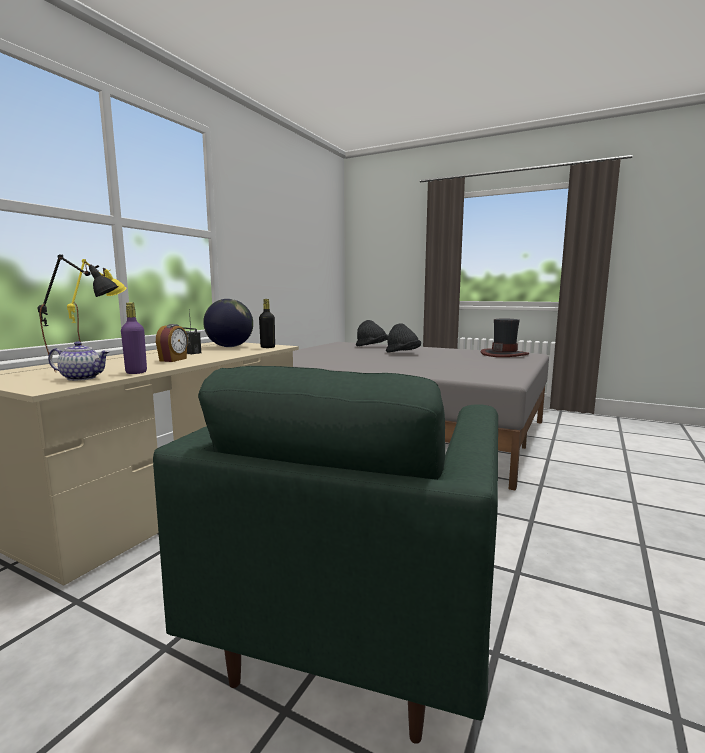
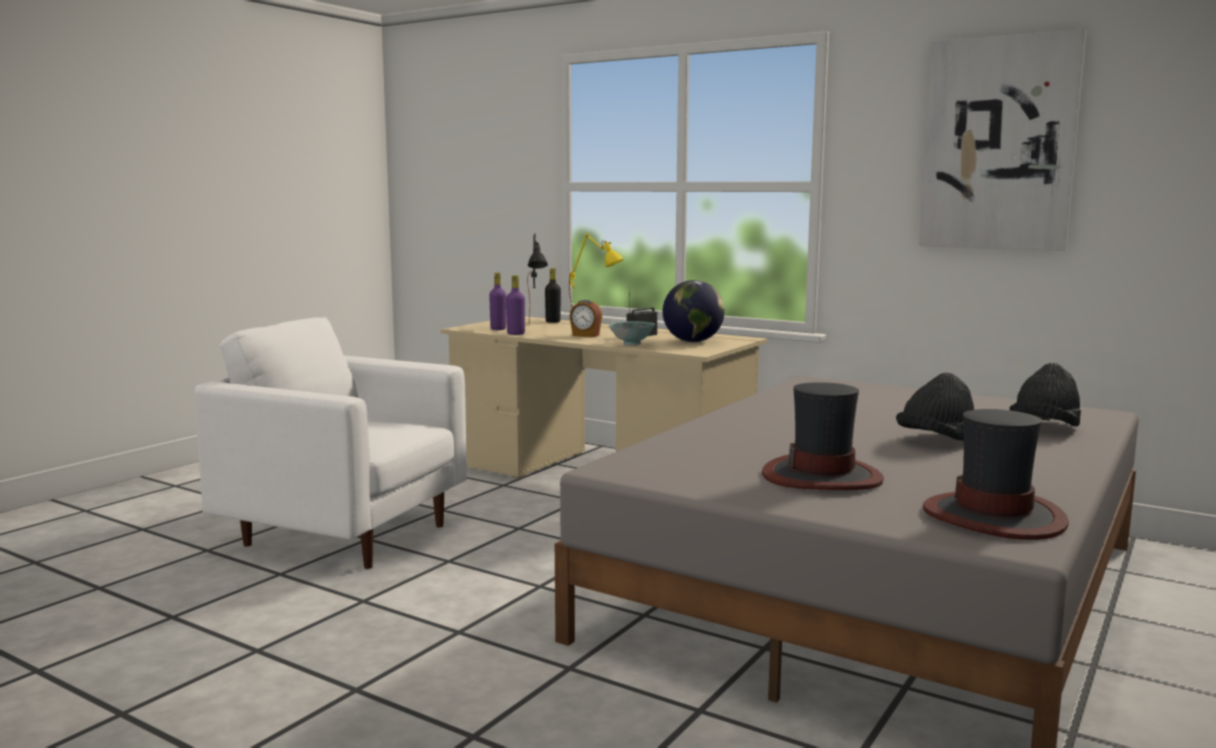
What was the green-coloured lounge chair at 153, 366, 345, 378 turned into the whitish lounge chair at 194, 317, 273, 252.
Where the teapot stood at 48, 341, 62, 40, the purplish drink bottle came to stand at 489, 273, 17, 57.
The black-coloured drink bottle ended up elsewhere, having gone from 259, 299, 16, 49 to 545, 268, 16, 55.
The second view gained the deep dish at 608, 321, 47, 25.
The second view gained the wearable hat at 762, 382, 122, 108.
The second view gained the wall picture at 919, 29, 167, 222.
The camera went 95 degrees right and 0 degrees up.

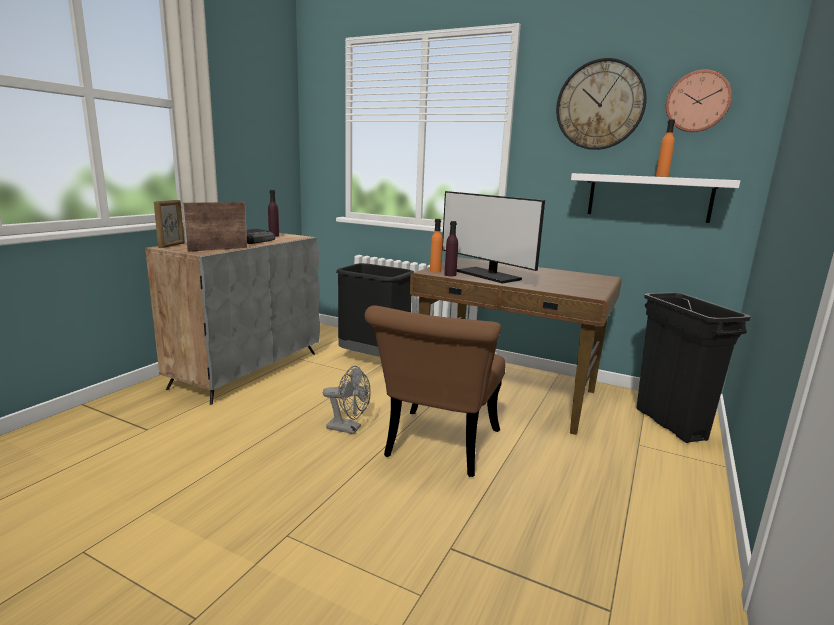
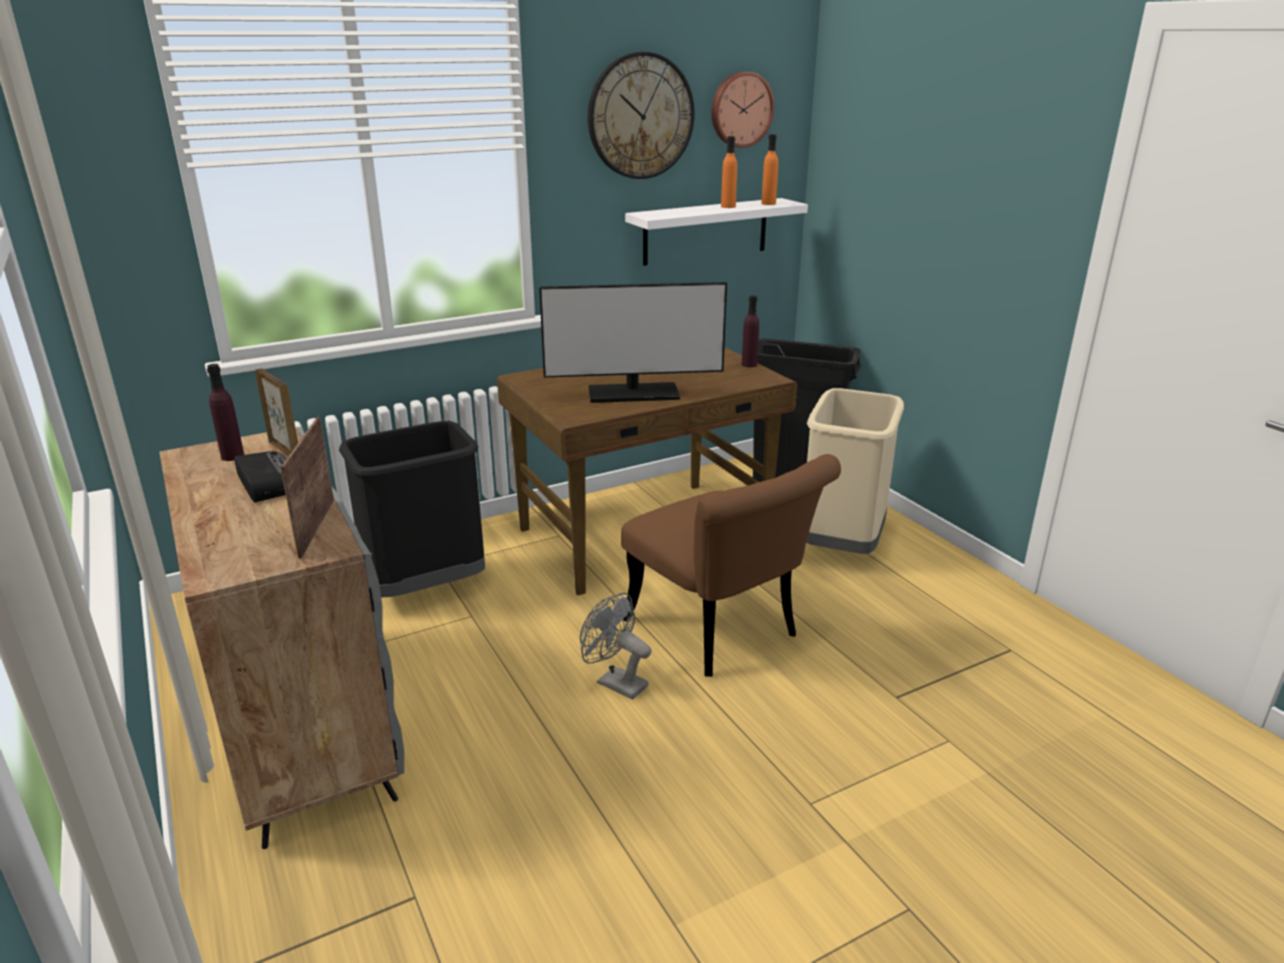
The picture frame ended up elsewhere, having gone from 154, 200, 30, 48 to 255, 368, 43, 89.
The greyish electric fan at 323, 366, 48, 68 ended up facing another way, 105 degrees counterclockwise from before.
The purplish drink bottle ended up elsewhere, having gone from 444, 221, 14, 55 to 742, 295, 17, 72.
The orange-coloured drink bottle ended up elsewhere, having gone from 430, 219, 13, 54 to 761, 134, 17, 71.
The second view gained the beige-coloured rubbish bin at 806, 388, 98, 166.
The camera went 55 degrees left and 10 degrees up.

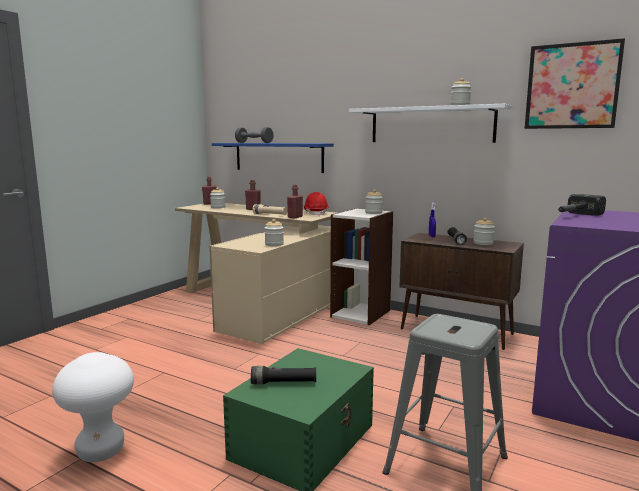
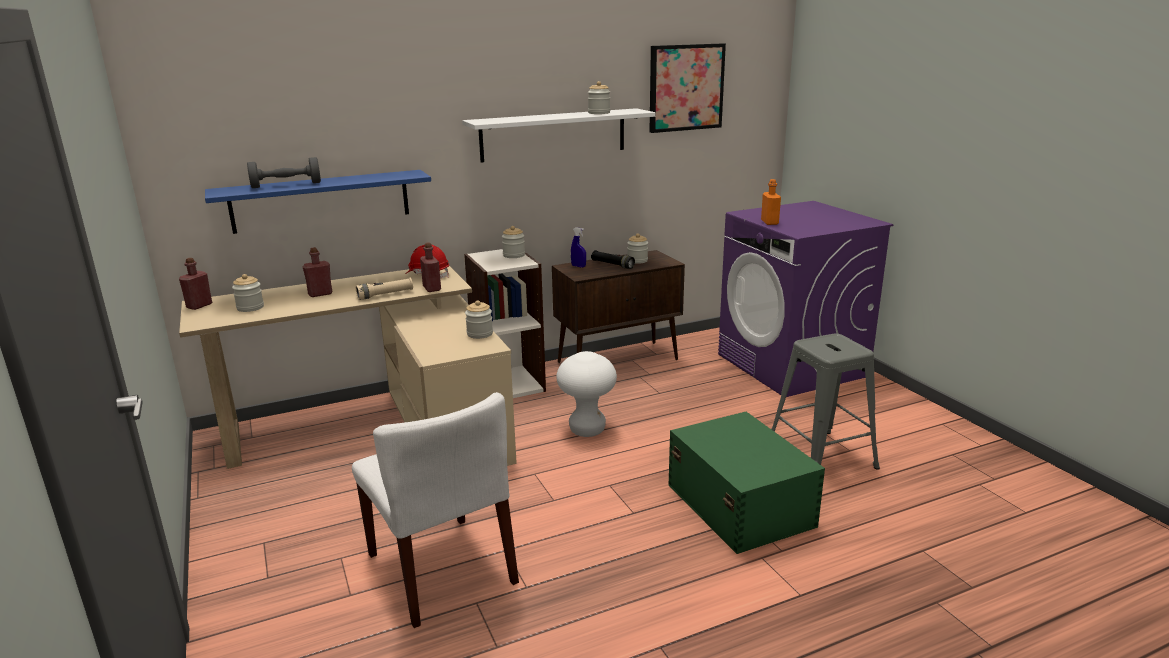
The second view gained the whitish upright chair at 352, 392, 167, 236.
The whitish sitting stool ended up elsewhere, having gone from 52, 352, 82, 110 to 556, 351, 61, 86.
Where the hand hammer stood at 557, 194, 49, 22, the orange-coloured drink bottle came to stand at 761, 179, 20, 46.
The second view lost the black-coloured torch at 251, 366, 65, 19.
The camera went 55 degrees left and 10 degrees up.

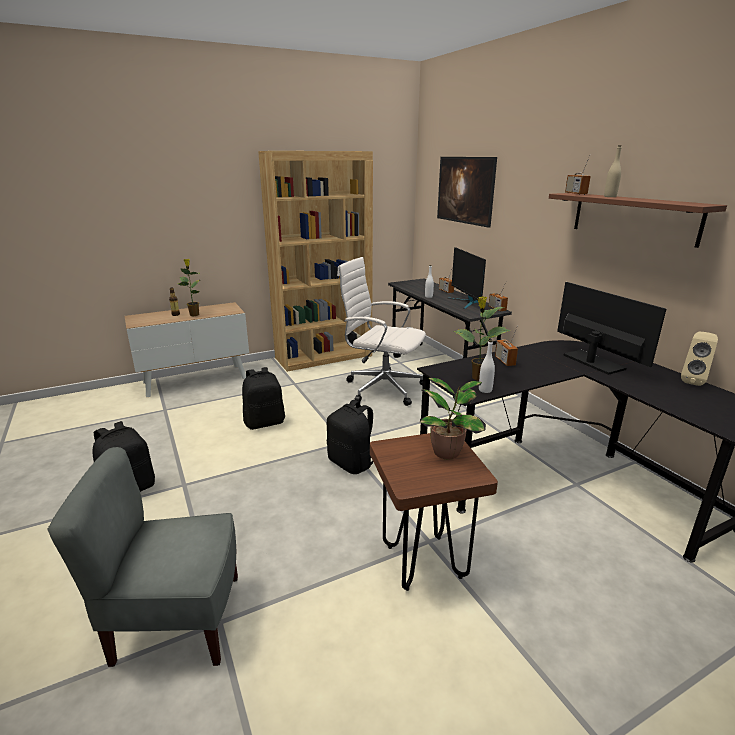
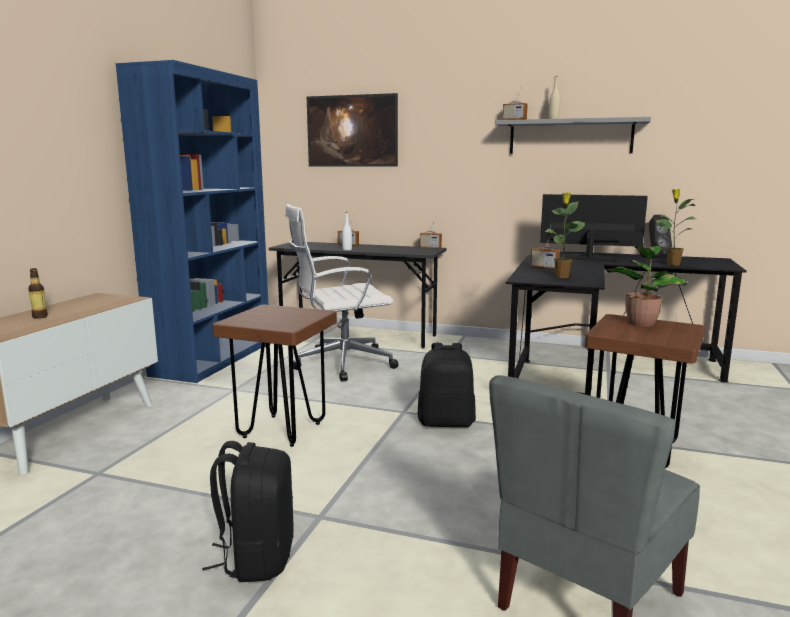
What was the brown bookcase at 258, 151, 115, 221 turned into the bluish bookcase at 115, 60, 153, 323.
Where the black-coloured knapsack stood at 242, 367, 43, 63, the brown sitting stool came to stand at 212, 305, 125, 142.
What was the brown bracket shelf at 549, 193, 178, 55 turned into the greyish bracket shelf at 495, 117, 156, 37.
What was the beige-coloured speaker at 681, 331, 37, 55 turned into the black-coloured speaker at 649, 215, 23, 41.
The houseplant ended up elsewhere, having gone from 177, 259, 23, 57 to 656, 189, 40, 77.
The second view lost the monitor at 447, 247, 39, 62.
The second view lost the whitish drink bottle at 479, 340, 16, 53.
The camera went 45 degrees left and 10 degrees down.

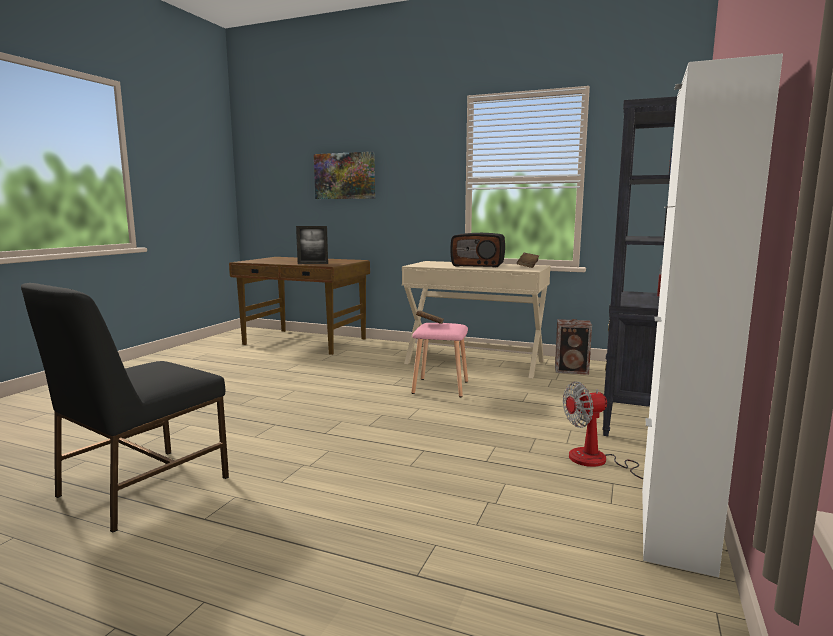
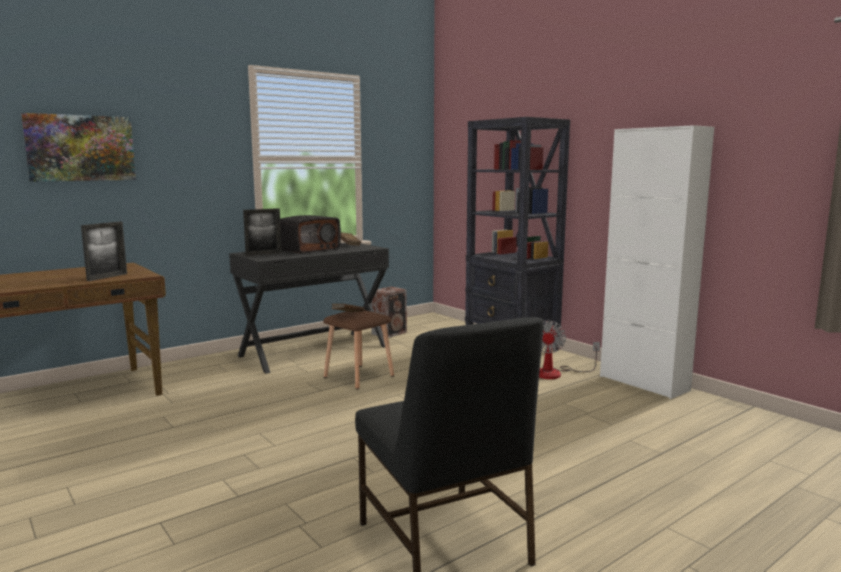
What was the beige-coloured desk at 402, 261, 149, 117 turned into the black-coloured desk at 229, 243, 160, 131.
The second view gained the picture frame at 243, 208, 39, 48.
What was the pink-coloured sitting stool at 411, 323, 57, 74 turned into the brown sitting stool at 323, 310, 71, 79.
The camera went 60 degrees left and 0 degrees up.

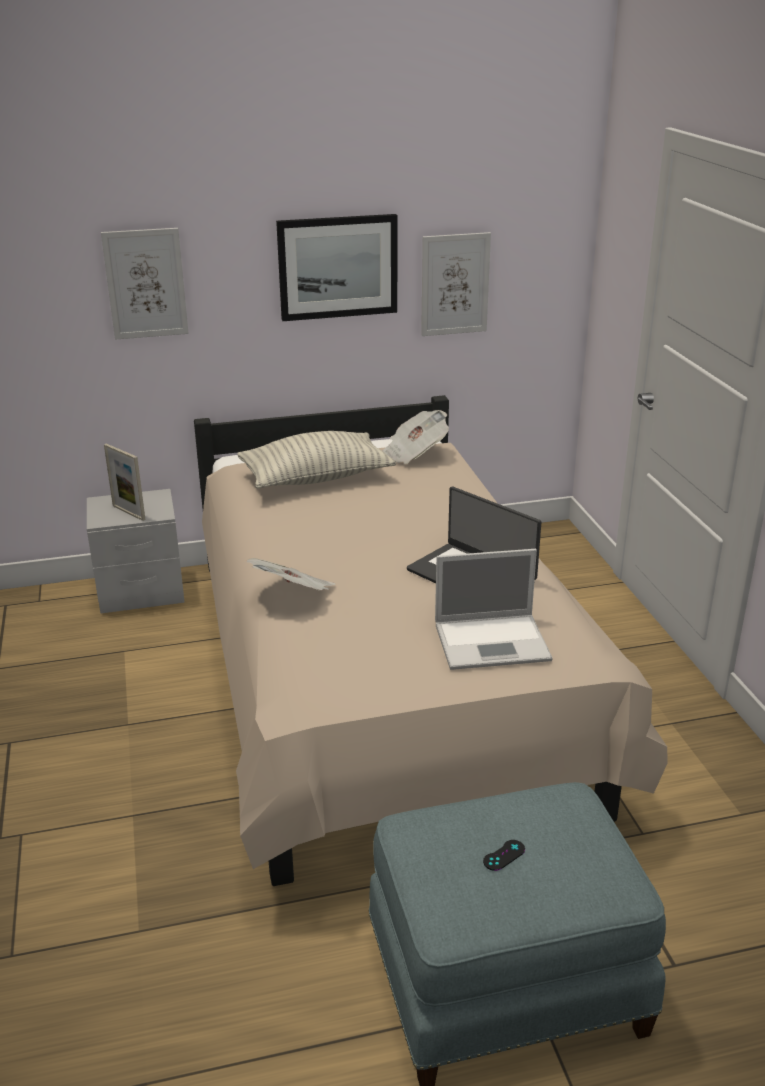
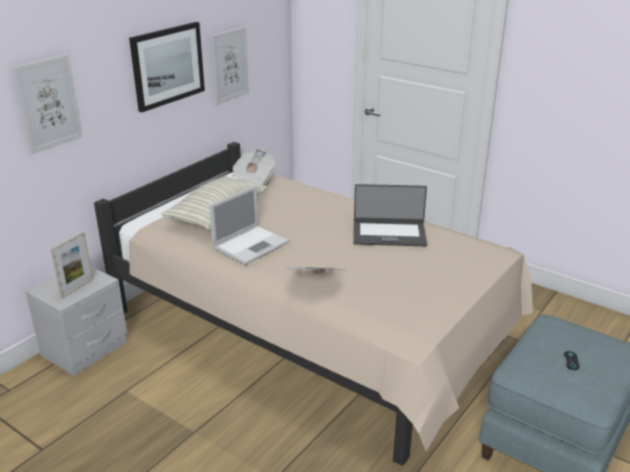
The picture frame at 104, 444, 42, 77 ended up facing another way, 60 degrees counterclockwise from before.
The laptop ended up elsewhere, having gone from 435, 549, 118, 121 to 209, 186, 80, 79.
The camera went 40 degrees left and 0 degrees up.

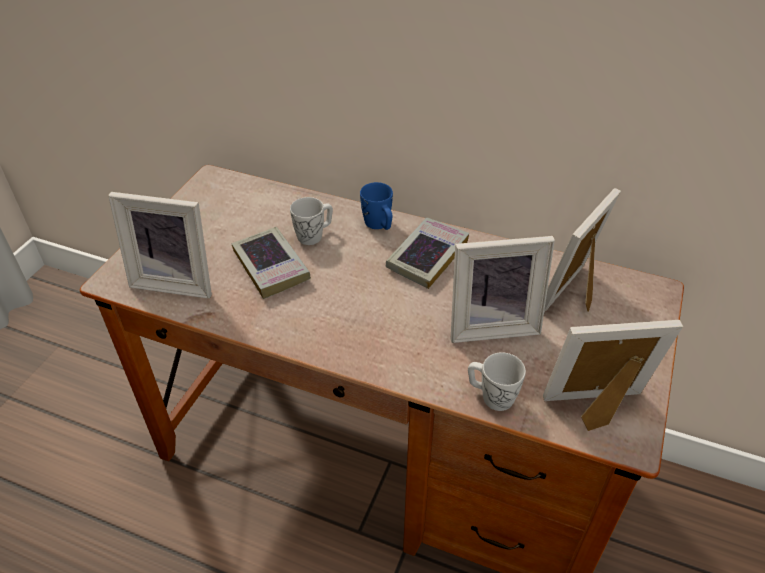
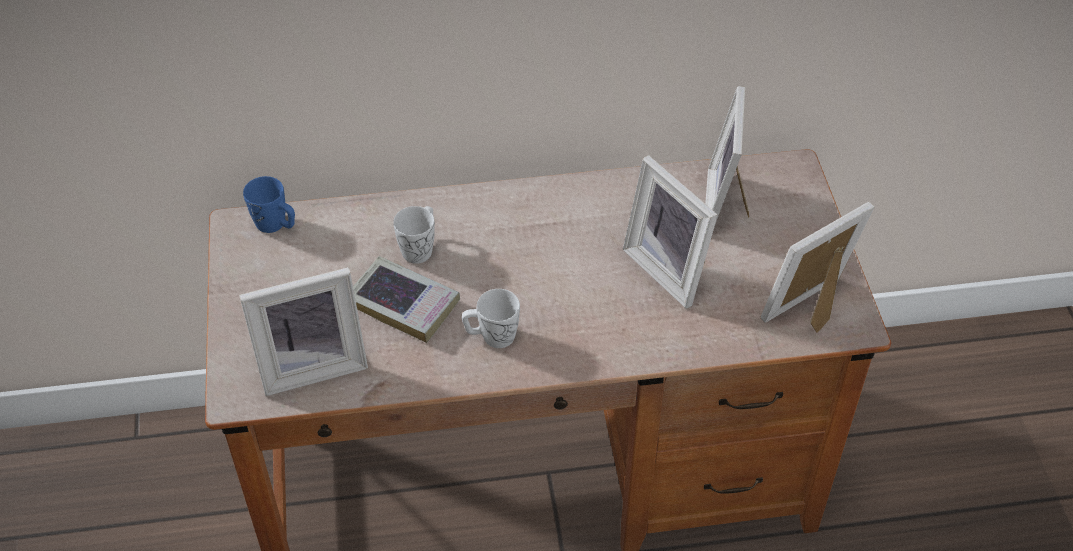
The bluish tea mug ended up elsewhere, having gone from 360, 182, 33, 48 to 243, 176, 52, 57.
The whitish tea mug ended up elsewhere, having gone from 468, 352, 58, 59 to 462, 289, 58, 59.
The picture frame at 451, 236, 104, 107 ended up facing another way, 90 degrees clockwise from before.
The second view lost the book at 386, 218, 83, 71.
The camera went 30 degrees left and 5 degrees up.

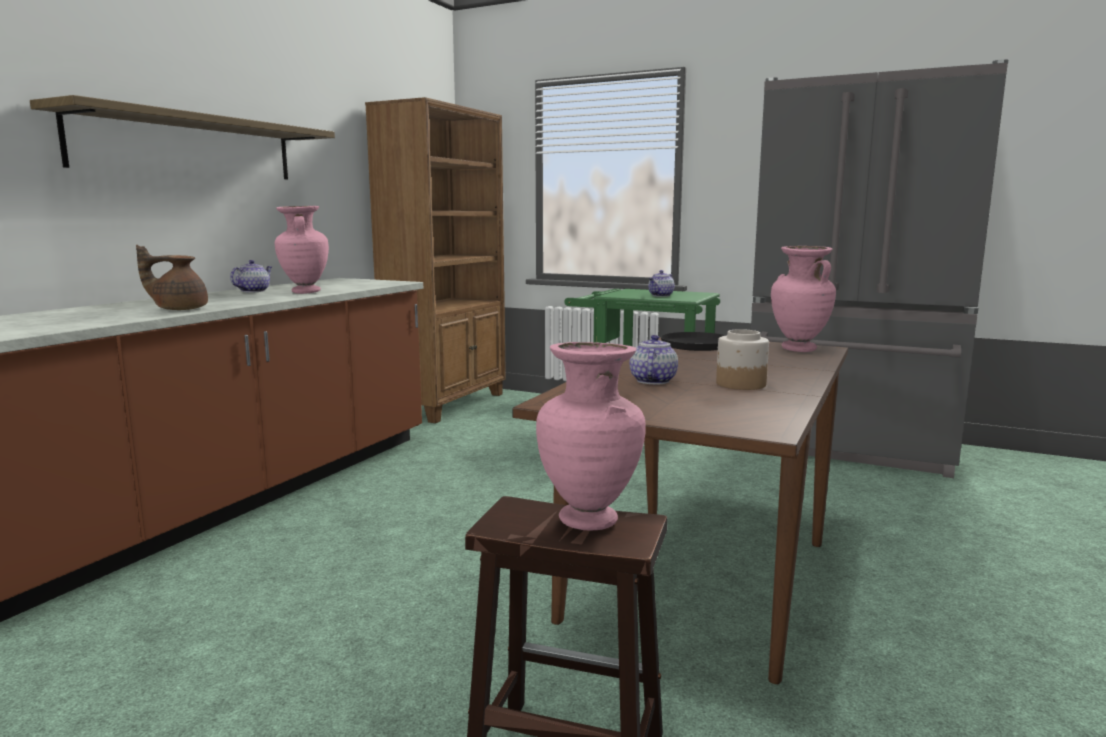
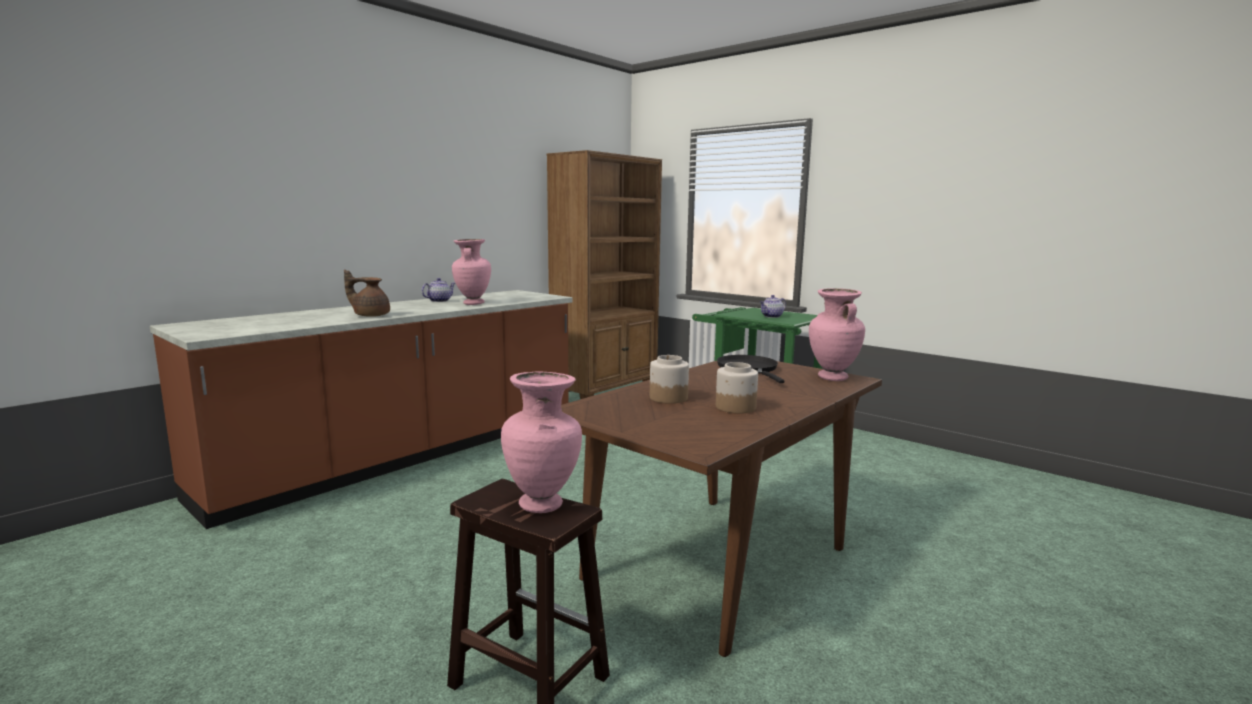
Where the teapot stood at 630, 335, 48, 49, the storage jar came to stand at 650, 355, 39, 49.
The second view lost the bracket shelf at 30, 95, 305, 84.
The second view lost the greyish fridge at 751, 59, 257, 419.
The camera went 15 degrees right and 0 degrees up.

